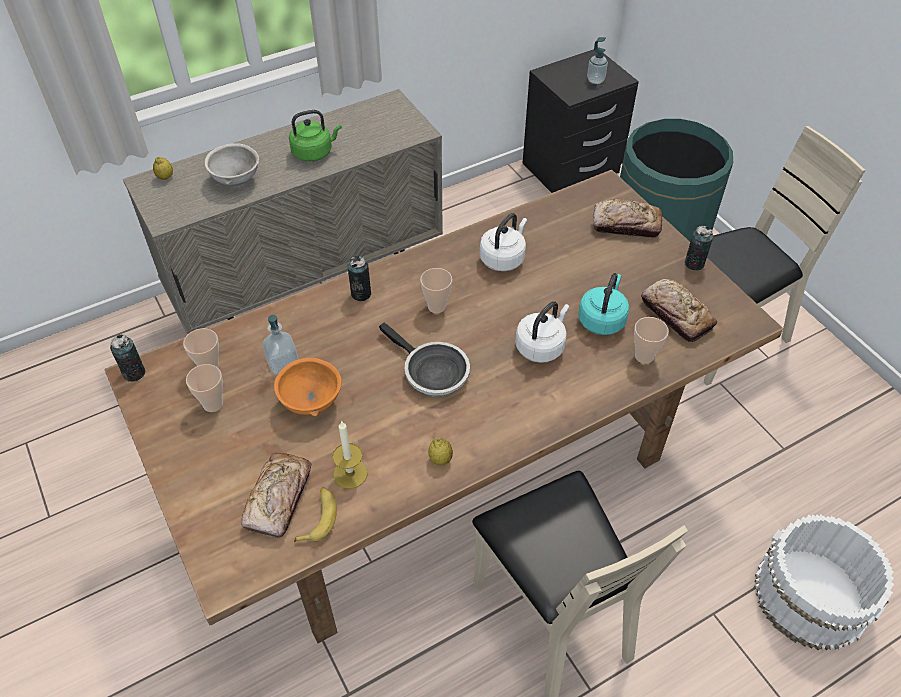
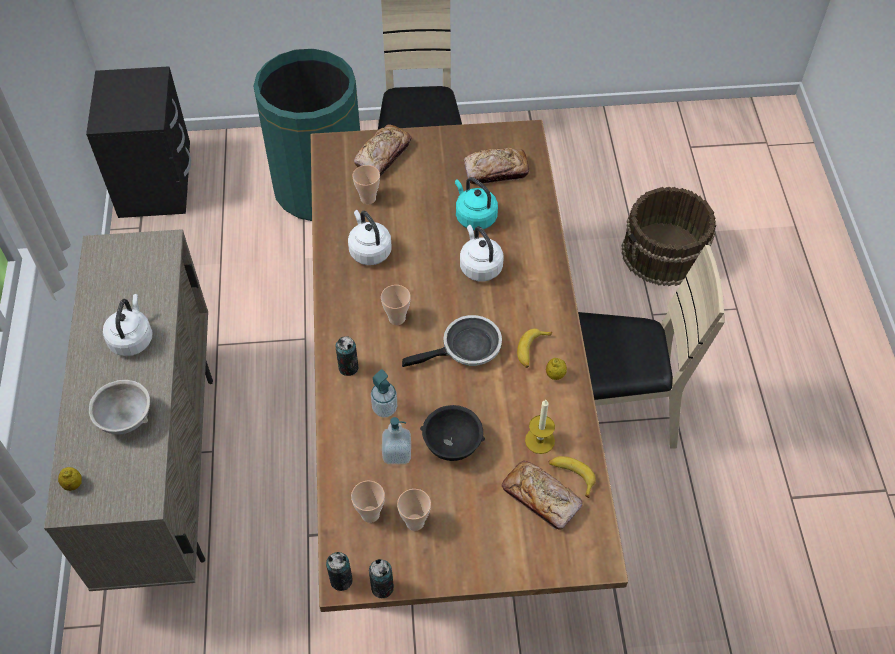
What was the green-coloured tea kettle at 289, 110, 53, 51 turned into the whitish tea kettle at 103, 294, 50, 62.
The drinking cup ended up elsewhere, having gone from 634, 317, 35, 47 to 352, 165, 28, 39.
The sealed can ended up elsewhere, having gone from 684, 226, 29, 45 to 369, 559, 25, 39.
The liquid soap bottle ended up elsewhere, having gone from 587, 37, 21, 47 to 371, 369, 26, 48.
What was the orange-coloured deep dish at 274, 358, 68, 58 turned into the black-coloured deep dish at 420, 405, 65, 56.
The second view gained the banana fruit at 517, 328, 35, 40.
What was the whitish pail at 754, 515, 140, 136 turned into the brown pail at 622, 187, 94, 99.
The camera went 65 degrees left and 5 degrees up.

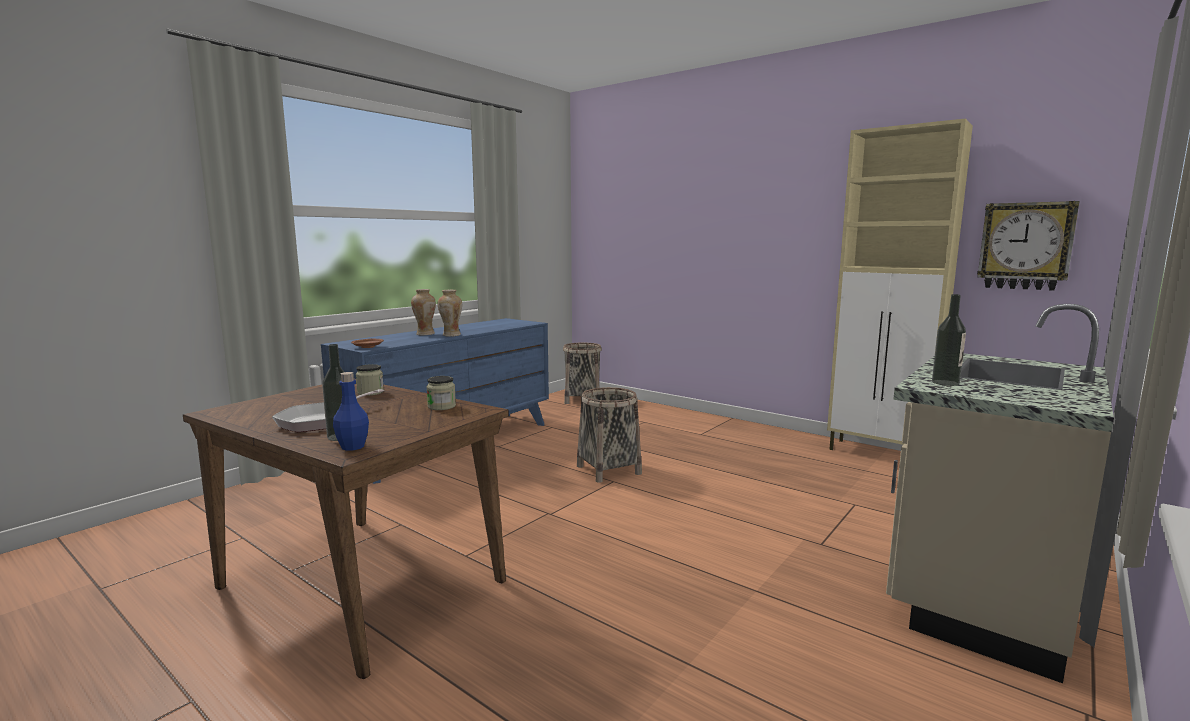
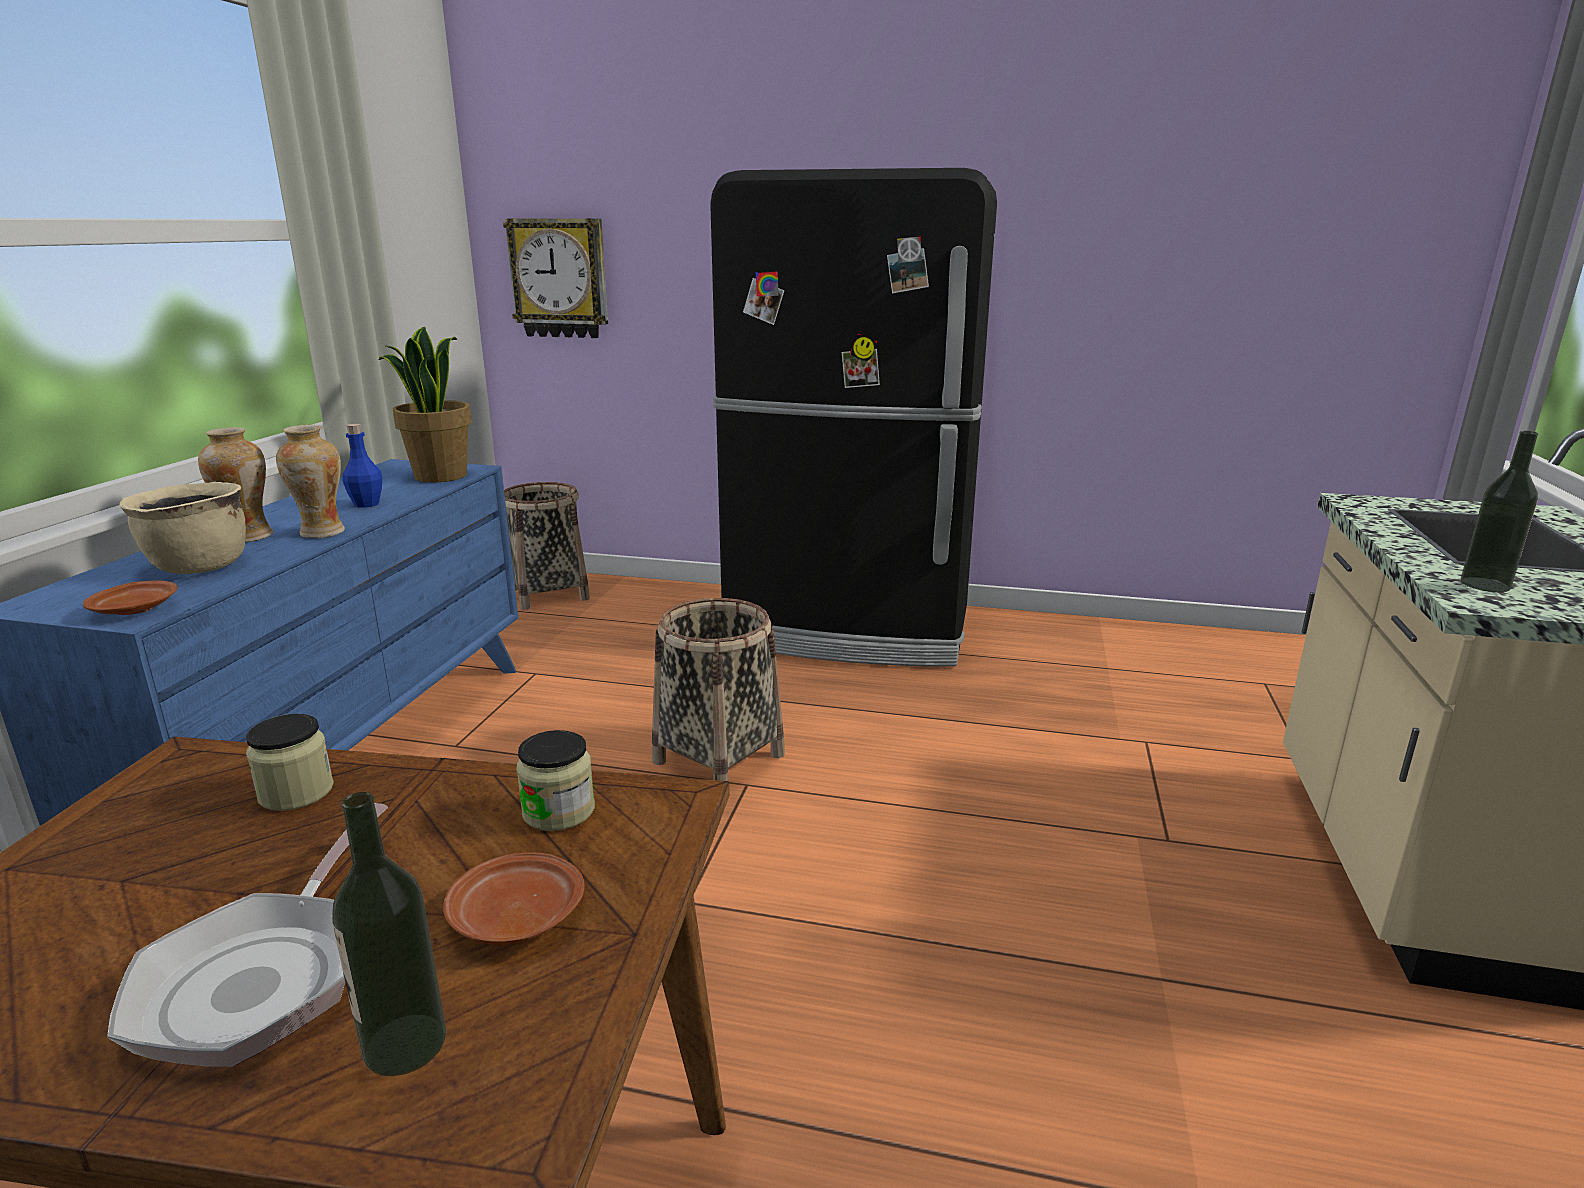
The second view gained the beige-coloured cooking pot at 119, 482, 127, 92.
The bluish drink bottle ended up elsewhere, having gone from 333, 372, 36, 79 to 342, 424, 40, 84.
The second view gained the houseplant at 379, 327, 93, 155.
The second view gained the brown plate at 443, 852, 142, 93.
The hanging clock ended up elsewhere, having gone from 977, 201, 103, 90 to 503, 218, 106, 120.
The second view gained the black-coloured fridge at 710, 168, 287, 499.
The second view lost the beige-coloured cupboard at 827, 119, 146, 331.
The camera went 25 degrees left and 10 degrees up.

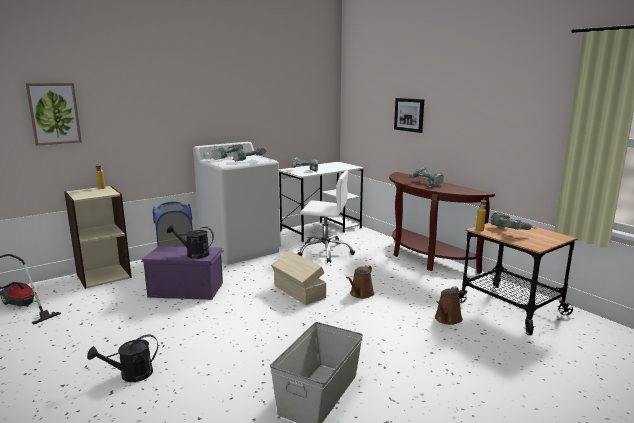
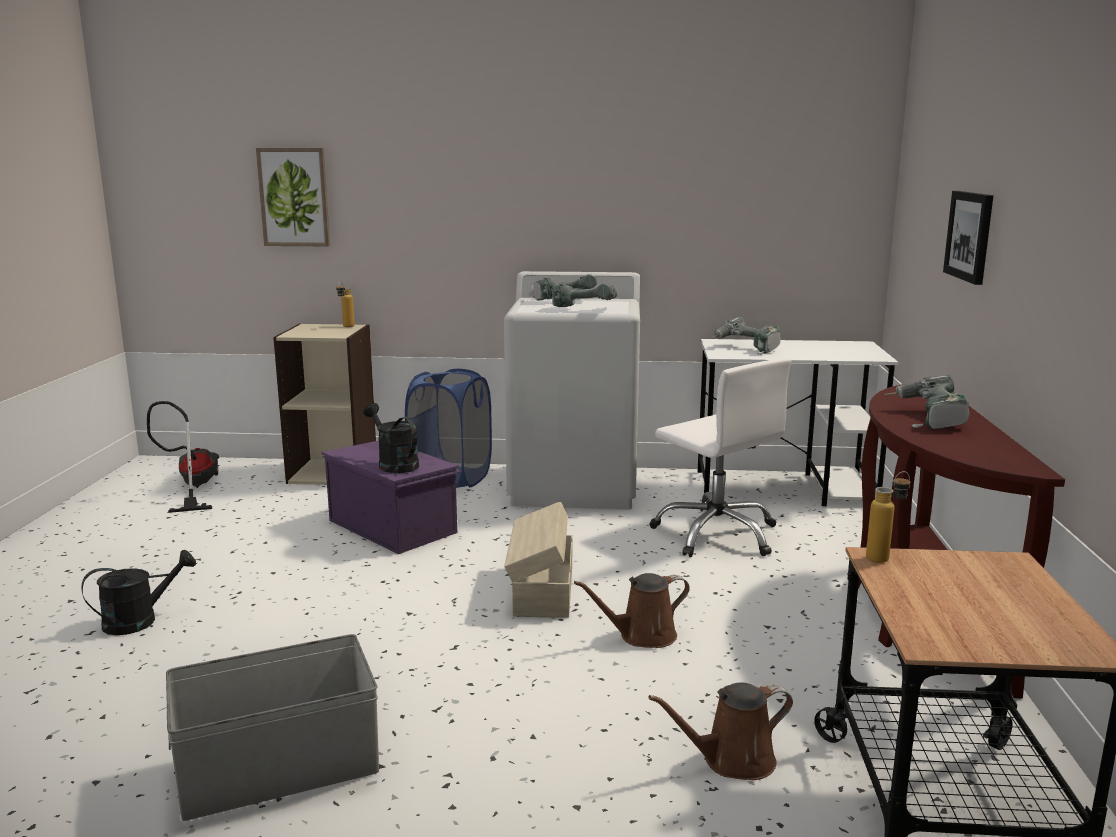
The black-coloured watering pot at 87, 334, 71, 48 ended up facing another way, 135 degrees clockwise from before.
The second view lost the drill at 490, 212, 45, 18.
The camera went 40 degrees right and 0 degrees up.

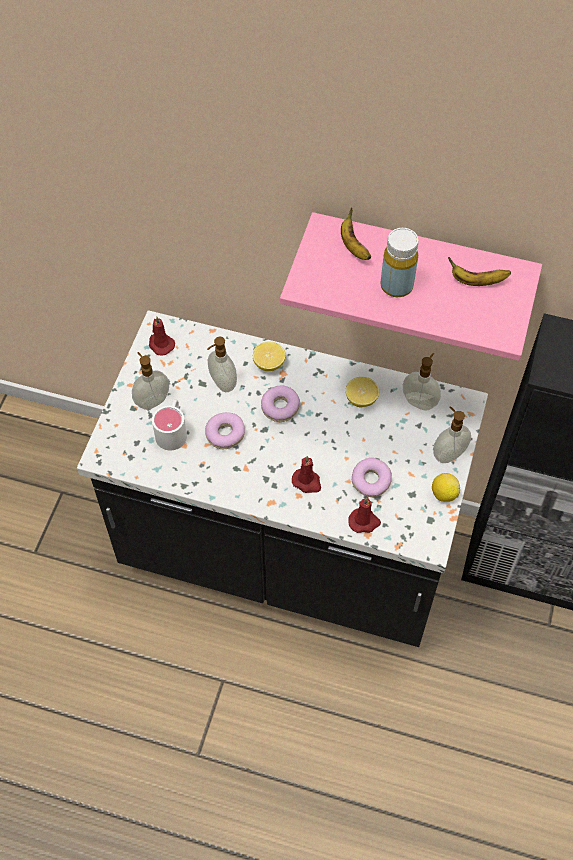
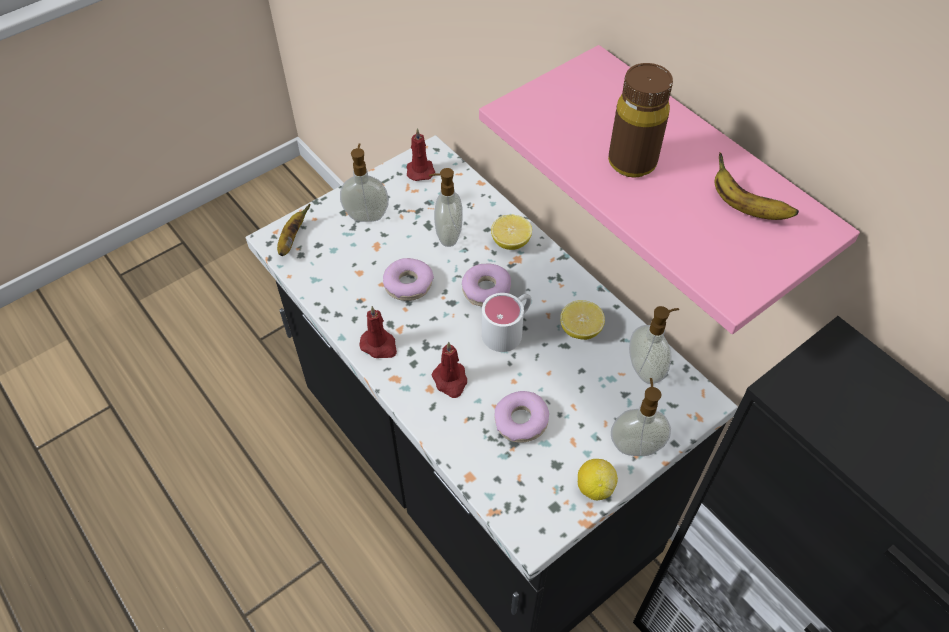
The banana fruit ended up elsewhere, having gone from 341, 207, 30, 53 to 277, 204, 33, 52.
The red wax light ended up elsewhere, having gone from 348, 498, 33, 35 to 359, 306, 38, 52.
The whitish tea mug ended up elsewhere, having gone from 152, 399, 35, 52 to 482, 293, 49, 59.
What was the yellow-coloured drink bottle at 381, 228, 38, 69 turned into the brown drink bottle at 608, 63, 65, 115.
The camera went 35 degrees right and 5 degrees down.

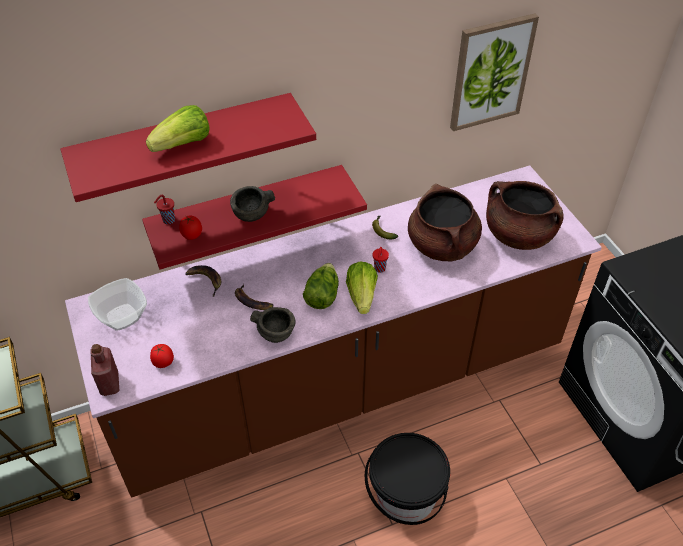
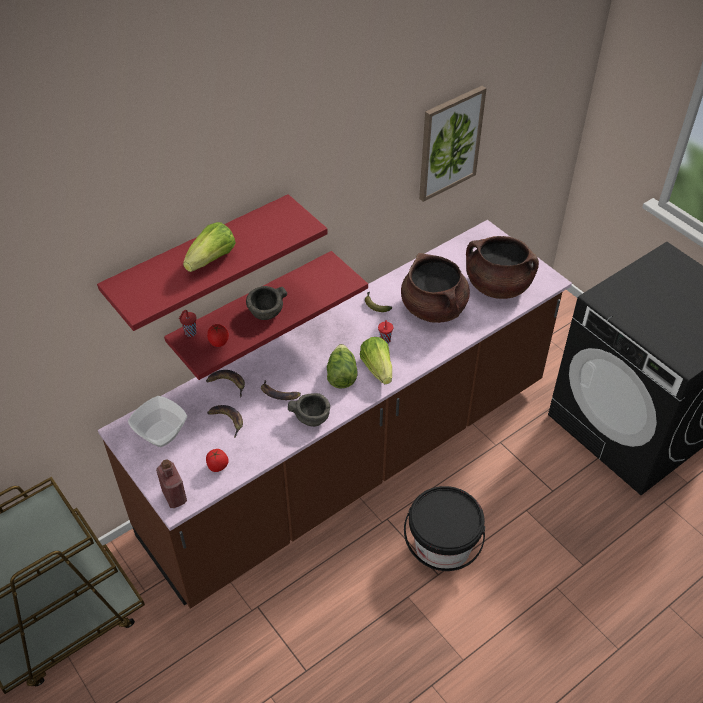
The second view gained the banana fruit at 207, 405, 36, 33.
The camera went 15 degrees left and 0 degrees up.

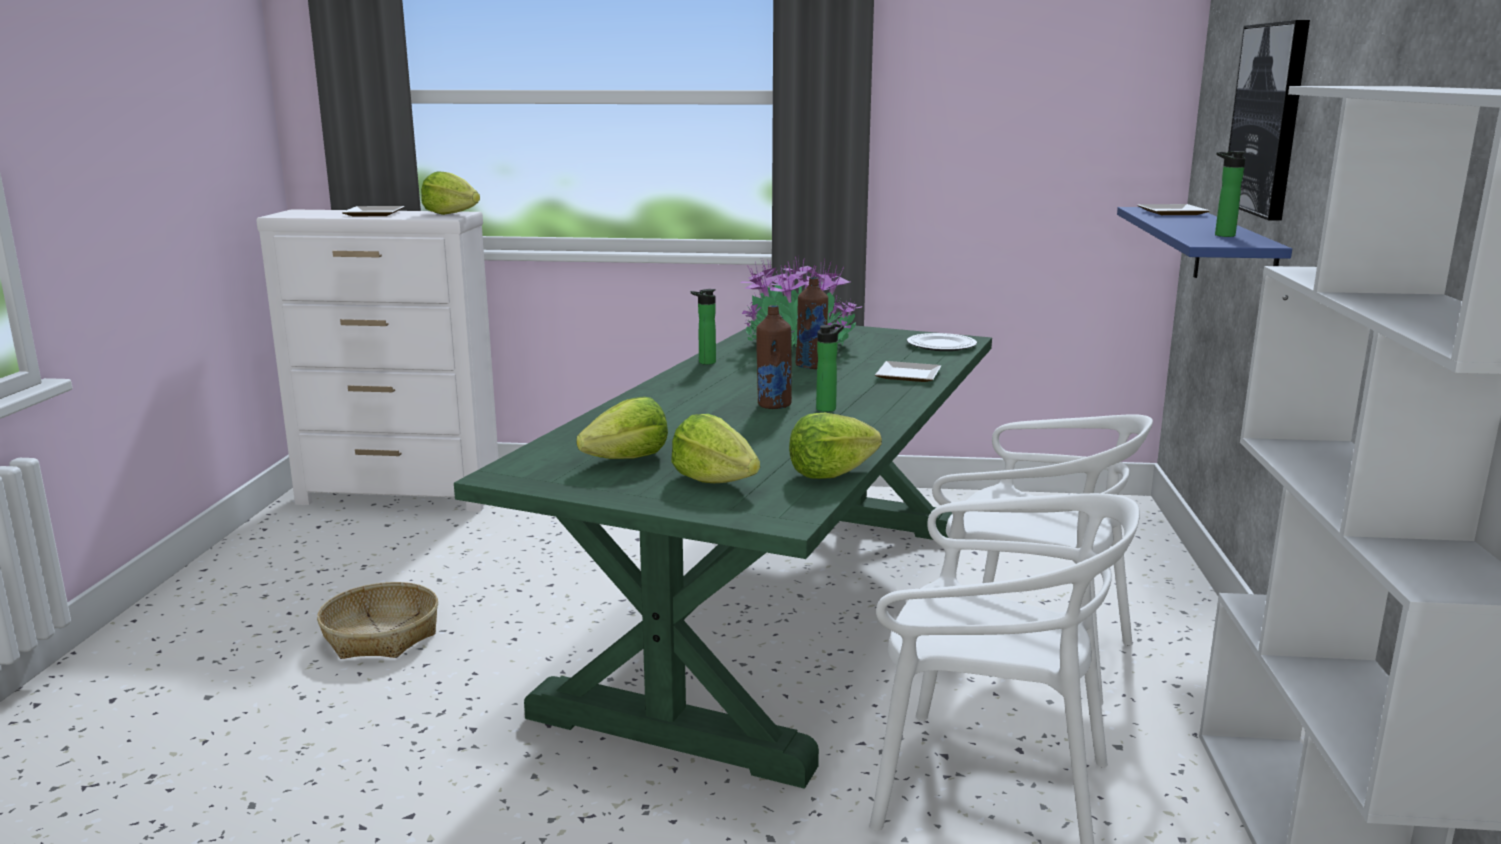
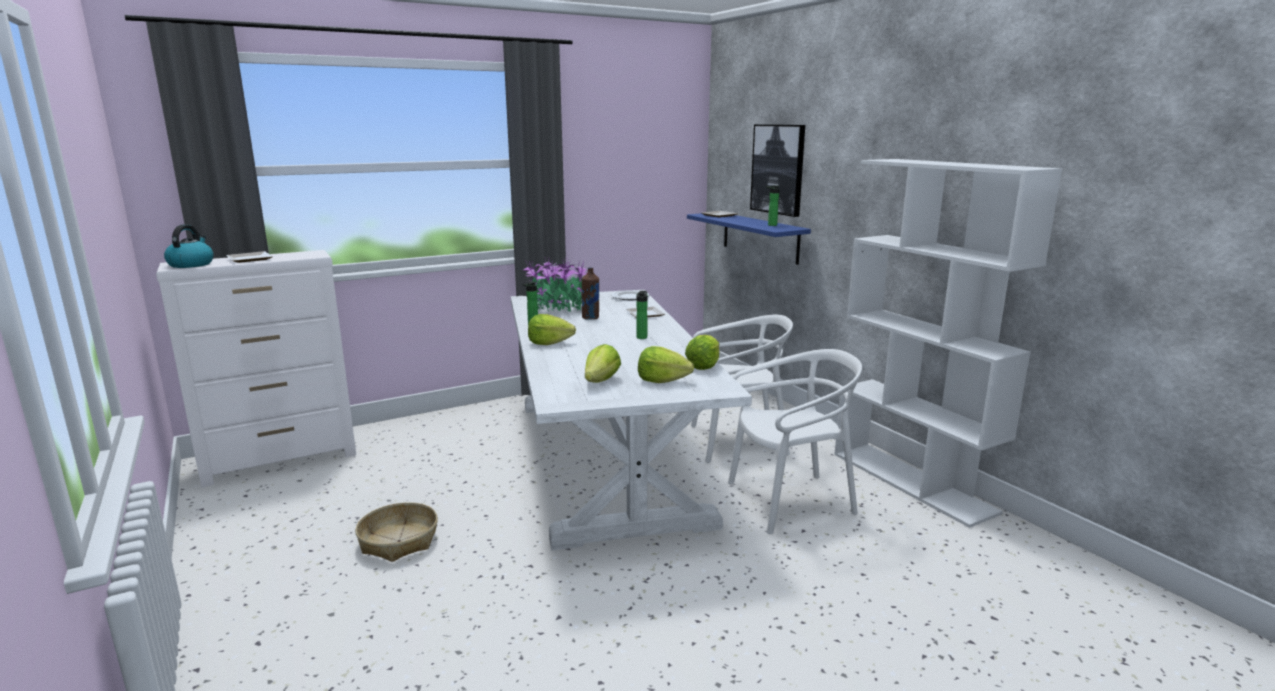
The second view gained the tea kettle at 164, 224, 49, 44.
What was the green-coloured dinner table at 454, 325, 538, 464 turned into the whitish dinner table at 511, 290, 241, 261.
The lettuce ended up elsewhere, having gone from 421, 172, 59, 43 to 528, 314, 48, 31.
The second view lost the brown drink bottle at 756, 305, 36, 104.
The camera went 35 degrees left and 0 degrees up.

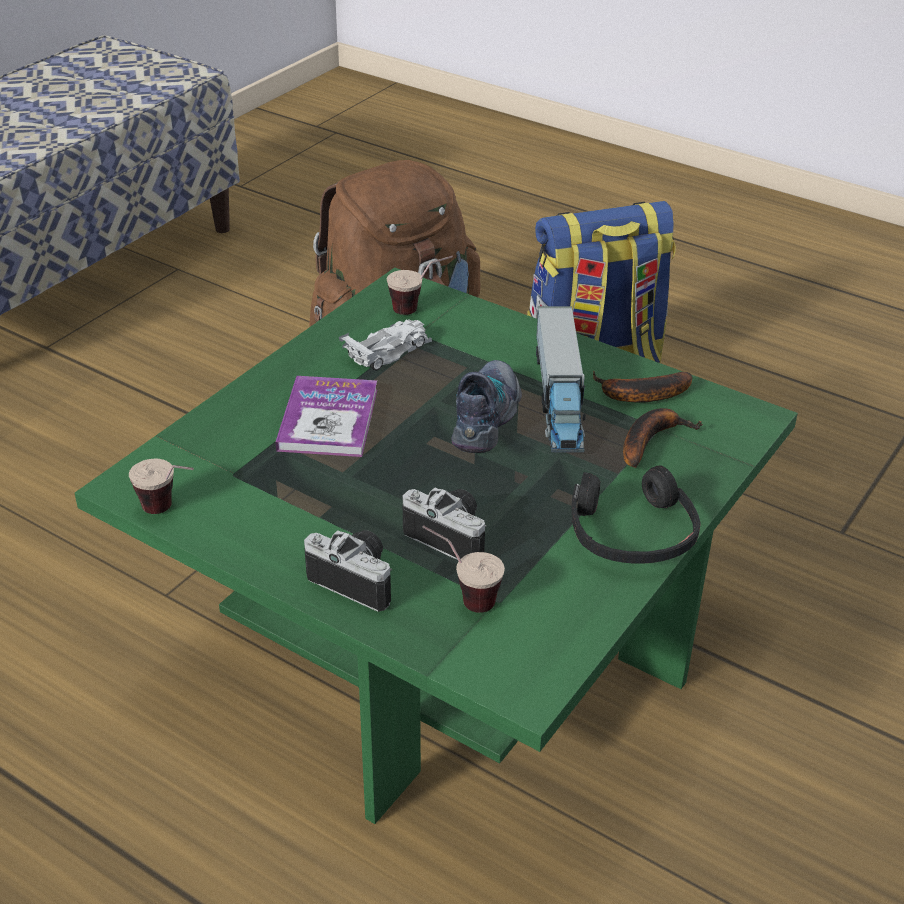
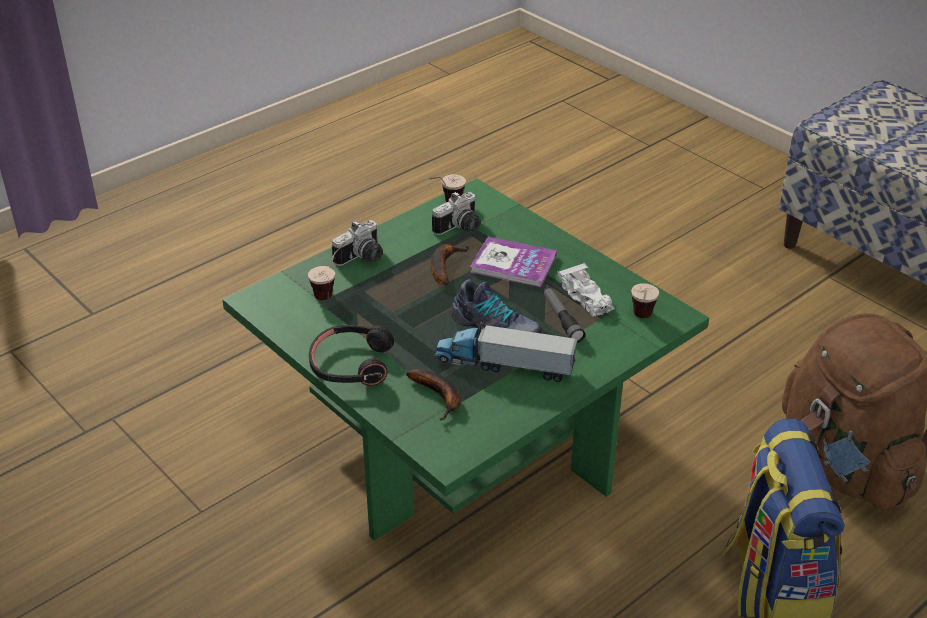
The banana fruit ended up elsewhere, having gone from 593, 371, 100, 31 to 431, 244, 38, 41.
The photo camera ended up elsewhere, having gone from 403, 487, 84, 73 to 432, 192, 49, 43.
The second view gained the torch at 543, 287, 42, 56.
The camera went 105 degrees right and 0 degrees up.

